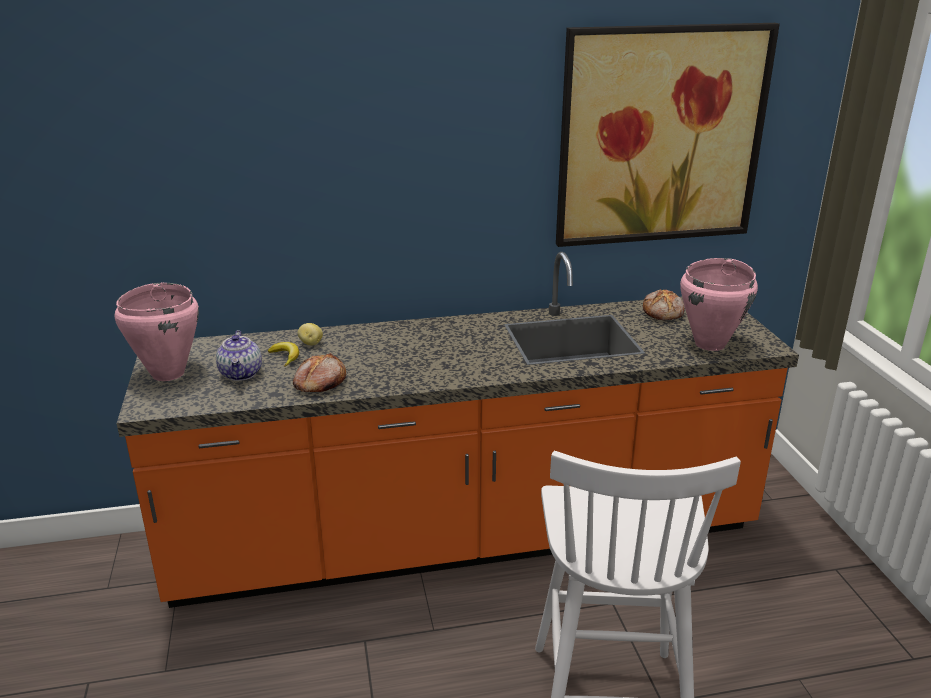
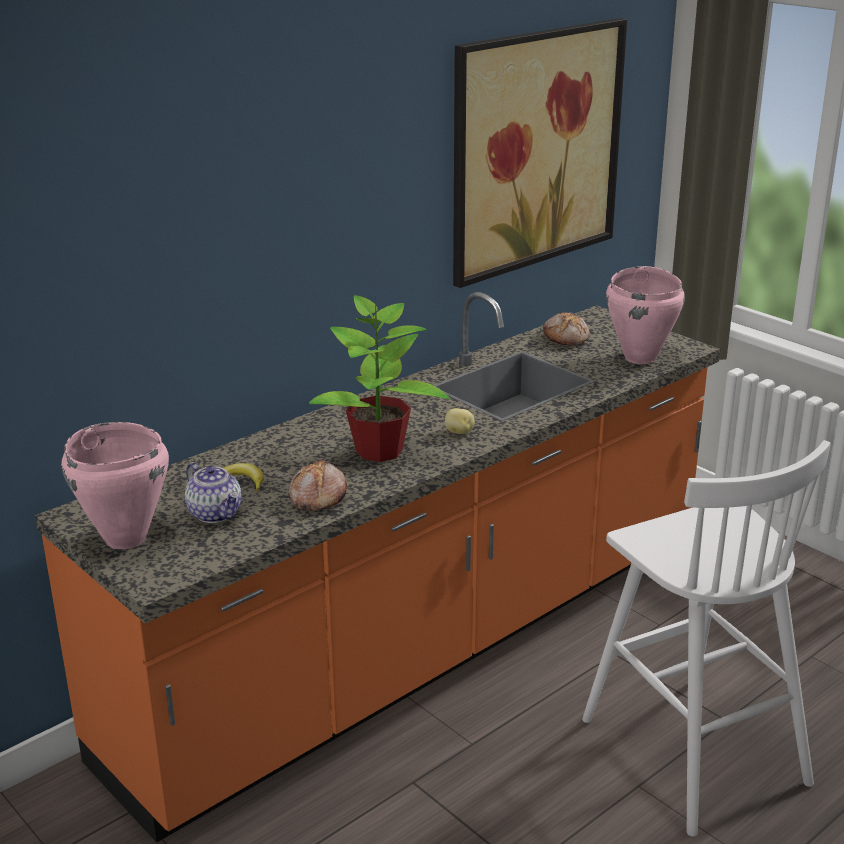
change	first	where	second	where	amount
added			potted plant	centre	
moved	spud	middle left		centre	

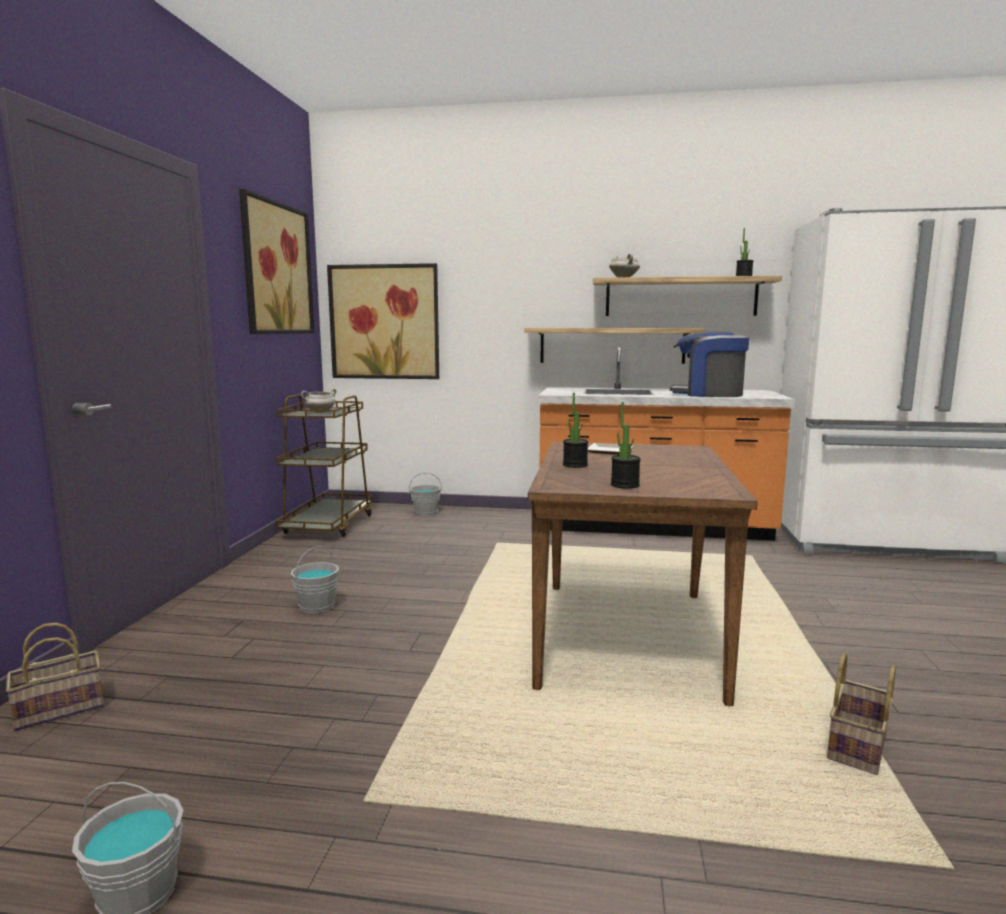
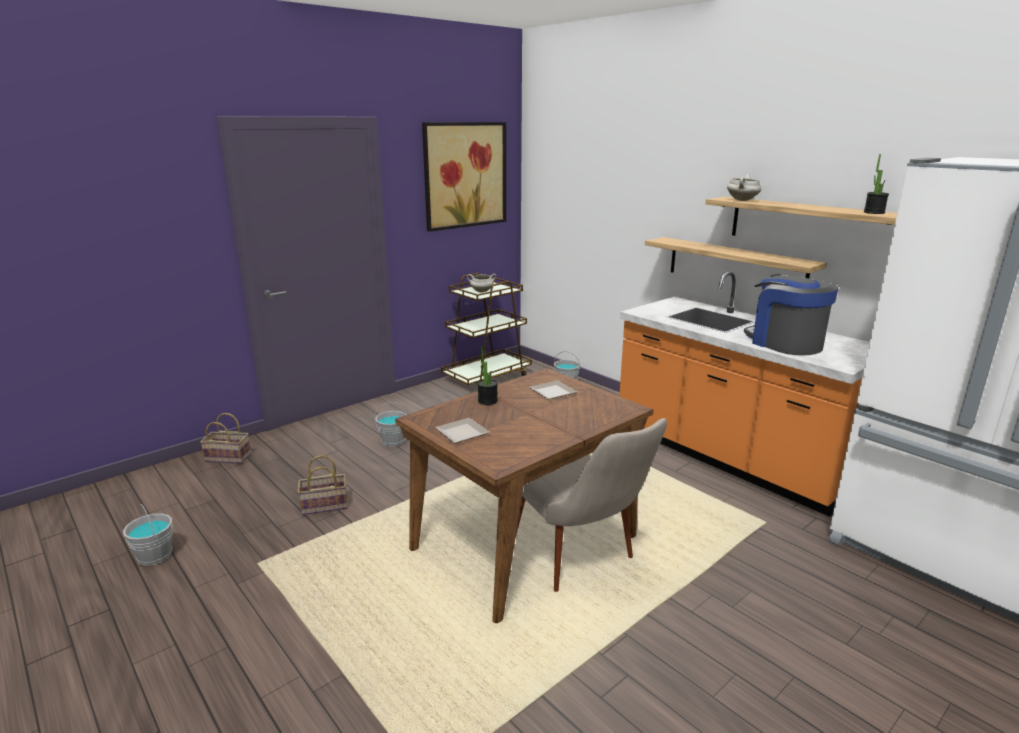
change	first	where	second	where	amount
moved	storage basket (2nd from left)	bottom right		middle left	
replaced	potted plant (2nd from left)	centre	flat dish (1st from left)	centre	
added			upright chair in beige	bottom centre	
removed	wall art (2nd from left)	centre			

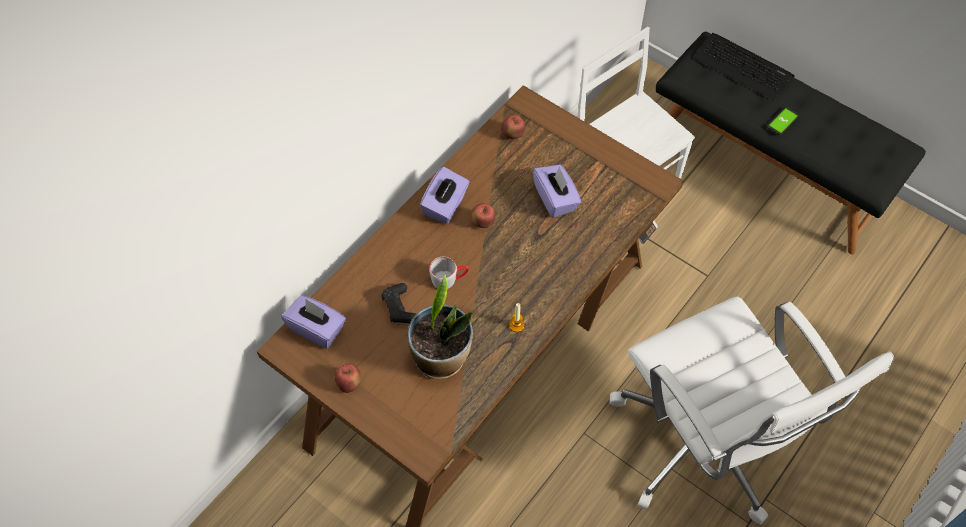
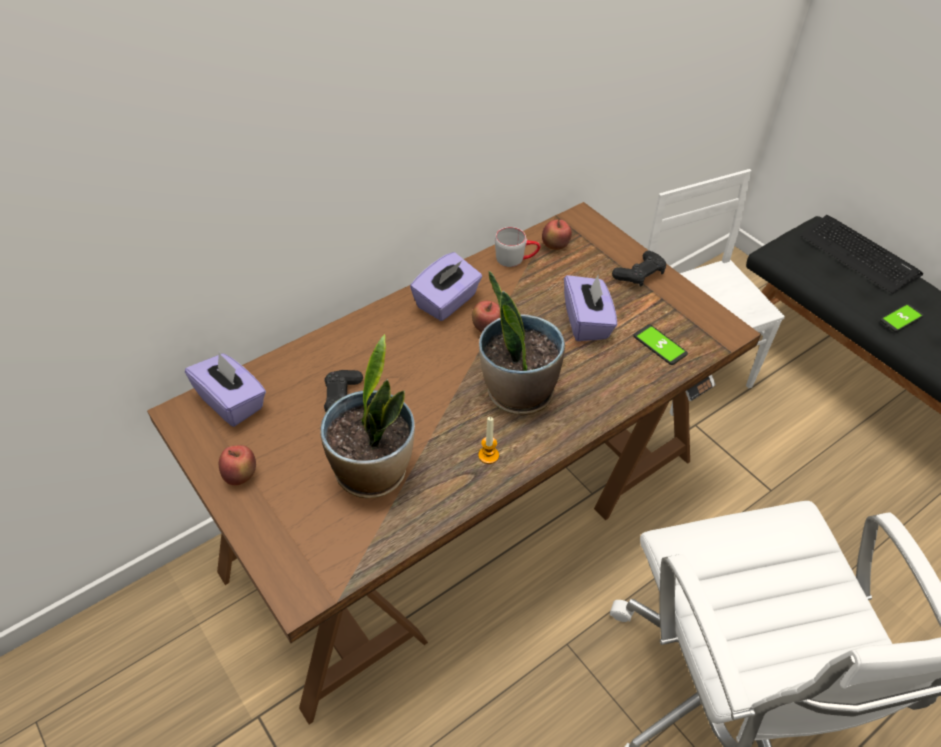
change	first	where	second	where	amount
added			potted plant (2nd from left)	centre	
moved	mug in grey	centre		top centre	
added			game controller in blackish (2nd from left)	middle right	
added			phone (1st from left)	middle right	

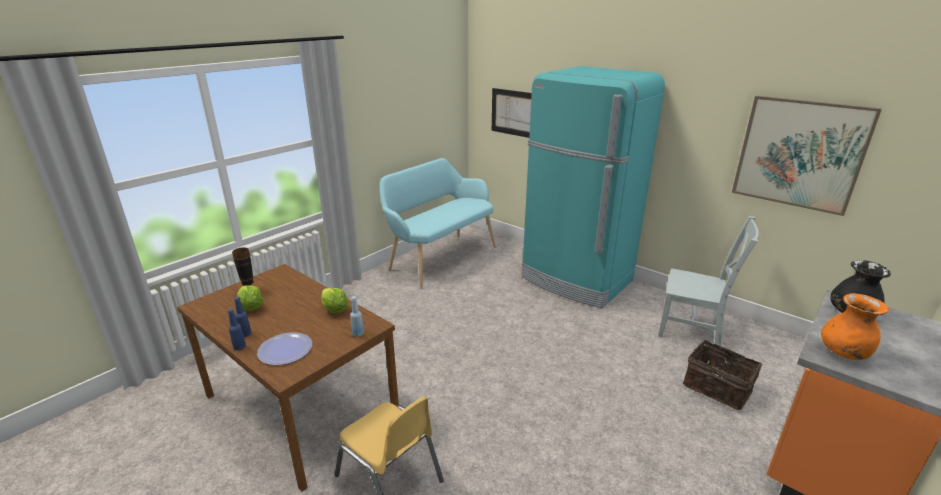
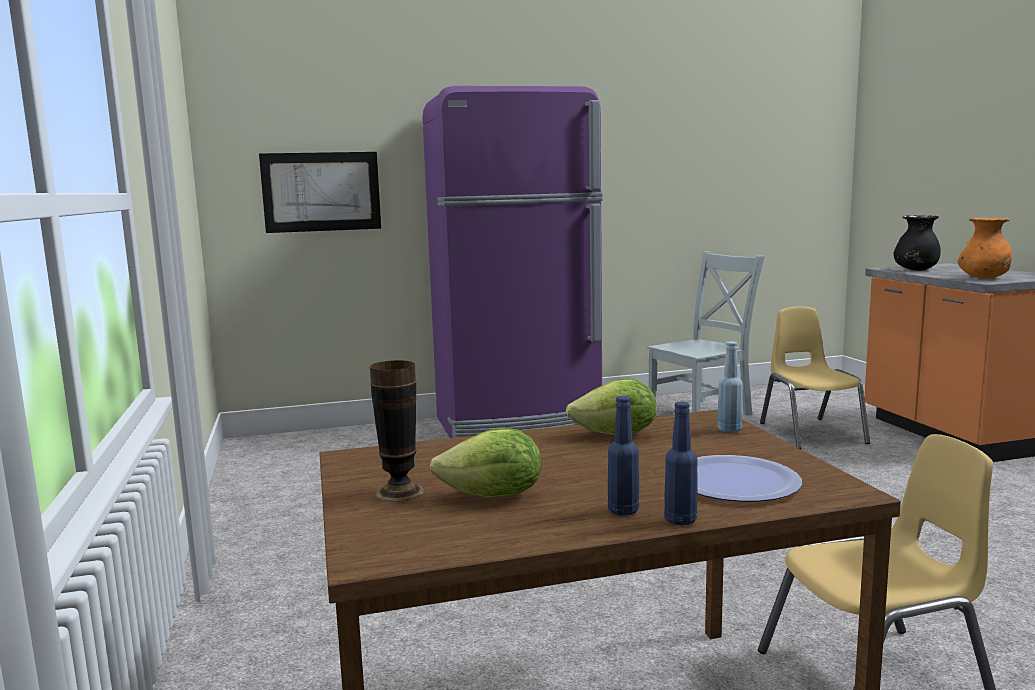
change	first	where	second	where	amount
recoloured	refrigerator in turquoise	centre	refrigerator in purple-coloured	centre	
replaced	storage basket	bottom right	upright chair in yellow (1st from left)	middle right	
removed	indoor bench in turquoise	centre			
removed	wall art (2nd from left)	top right			

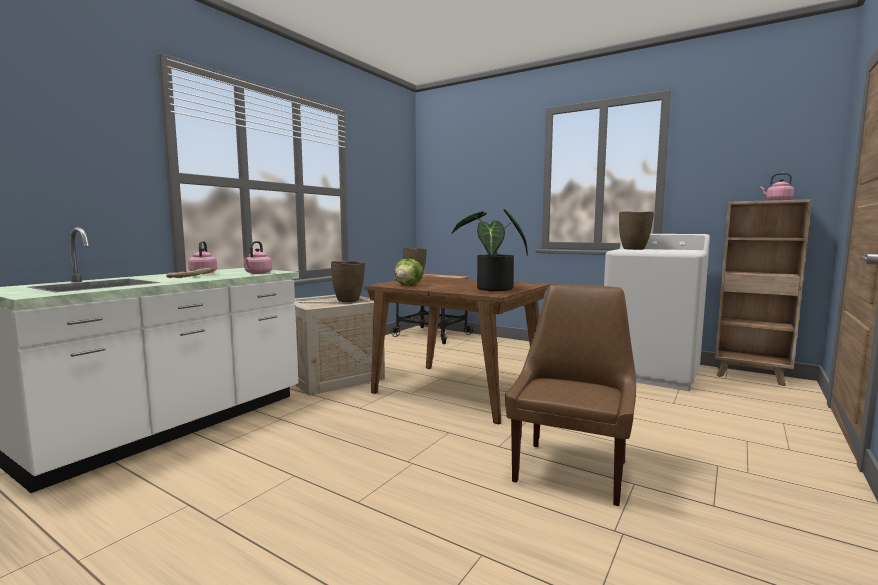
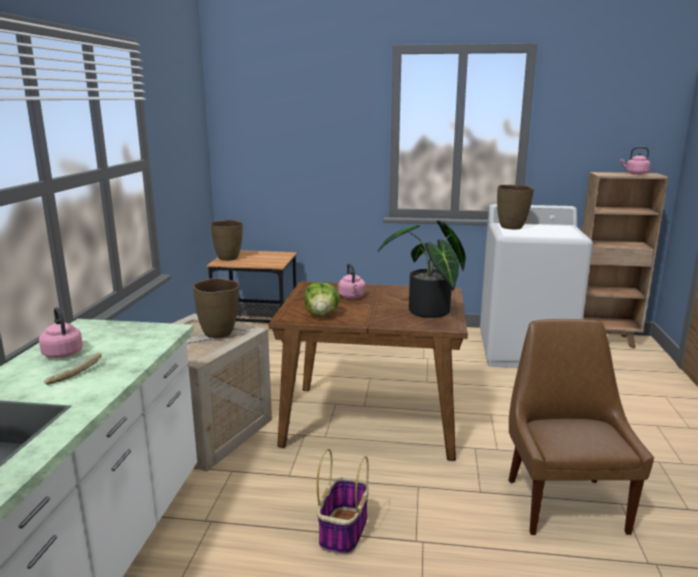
change	first	where	second	where	amount
added			storage basket	bottom centre	
moved	water kettle in pink (2nd from left)	middle left		centre	

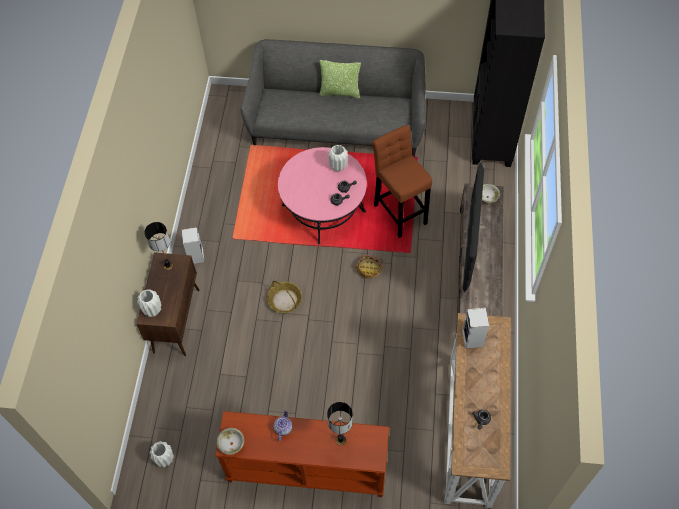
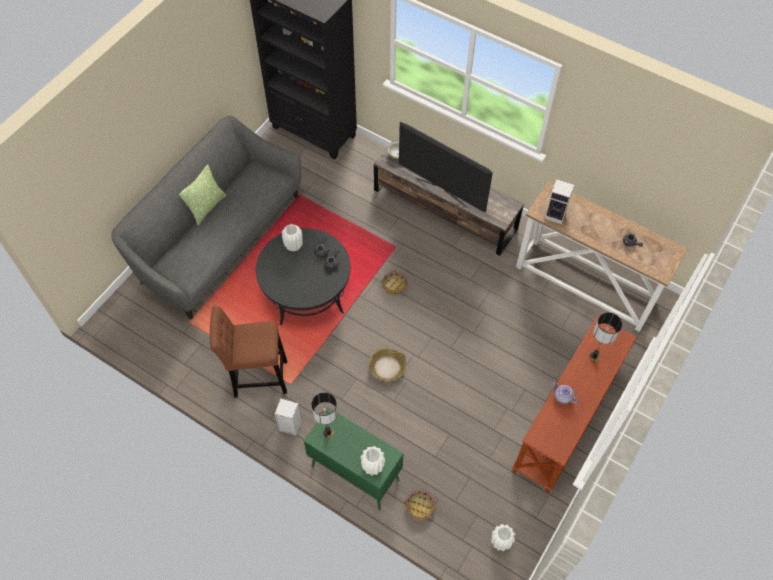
change	first	where	second	where	amount
moved	sitting stool in brown	centre		middle left	
recoloured	low table in pink	centre	low table in blackish	centre	
recoloured	cupboard in brown	middle left	cupboard in green-coloured	bottom centre	
added			storage basket (3rd from left)	bottom centre	
removed	deep dish (1st from left)	bottom centre			

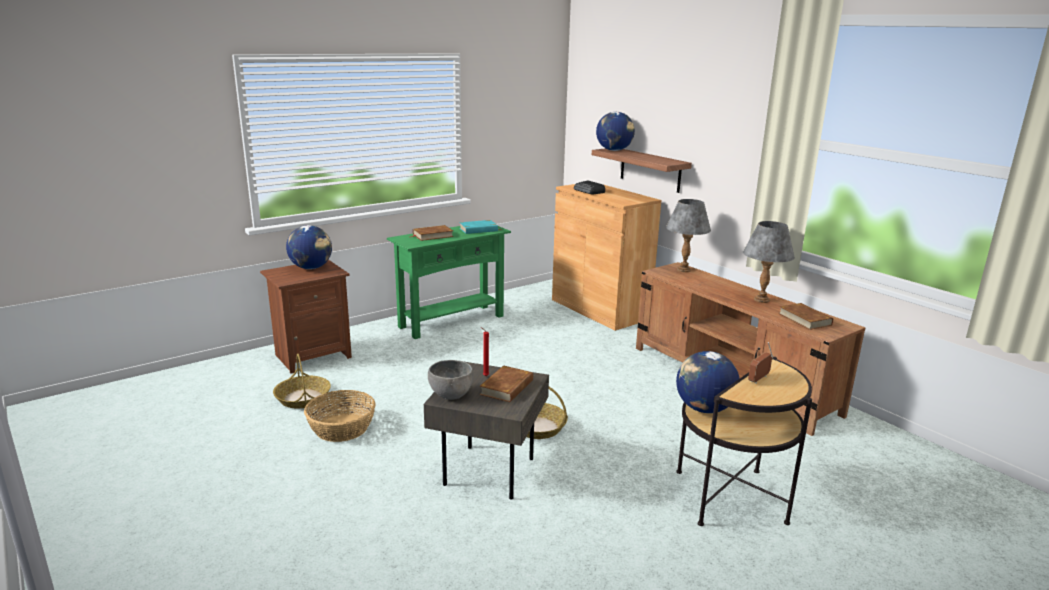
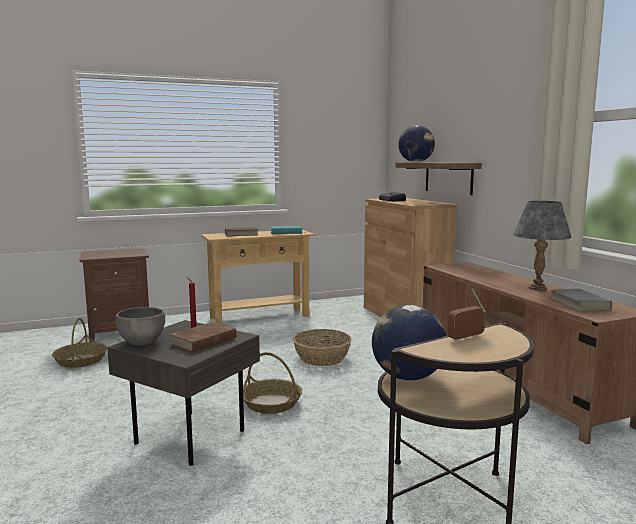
change	first	where	second	where	amount
recoloured	narrow table in green-coloured	centre	narrow table in beige	centre	
moved	storage basket (2nd from left in the first image)	bottom left	storage basket (3rd from left)	centre	
recoloured	book in brown (3rd from left)	middle right	book in grey	middle right	
removed	desk globe (1st from left)	middle left			
removed	table lamp in grey (1st from left)	centre			

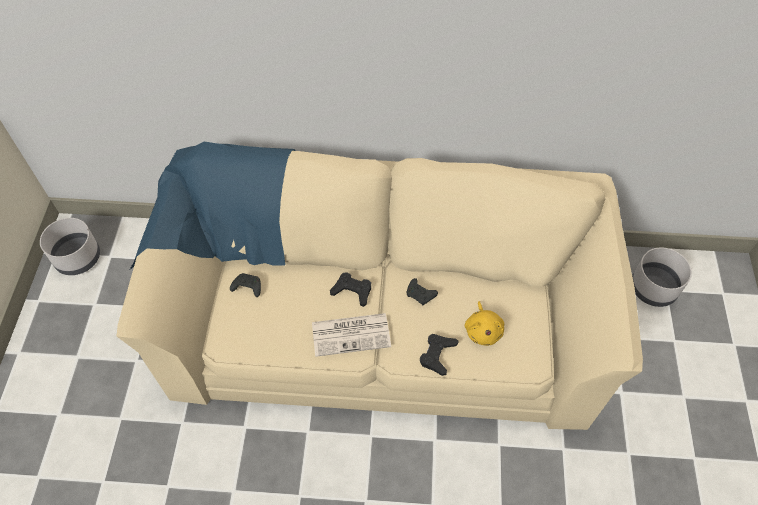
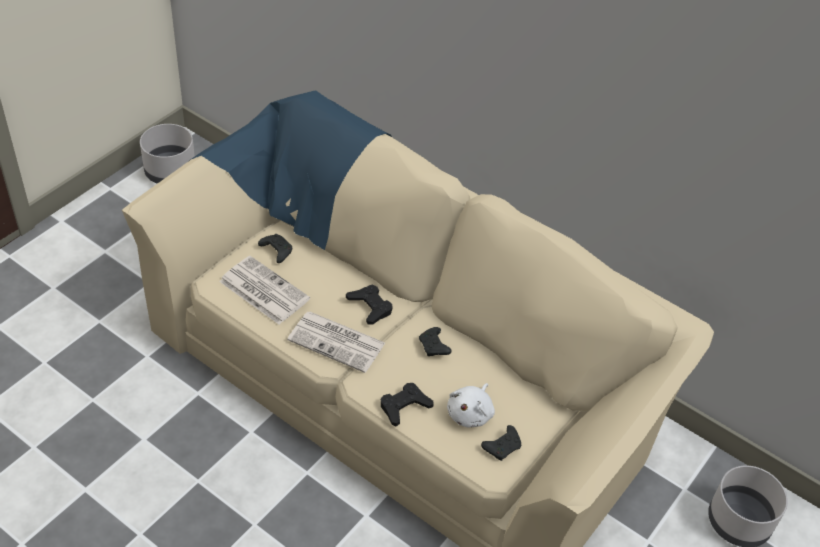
change	first	where	second	where	amount
added			newspaper (1st from left)	middle left	
recoloured	plush toy in yellow	centre	plush toy in white	bottom centre	
added			game controller in blackish (5th from left)	bottom centre	

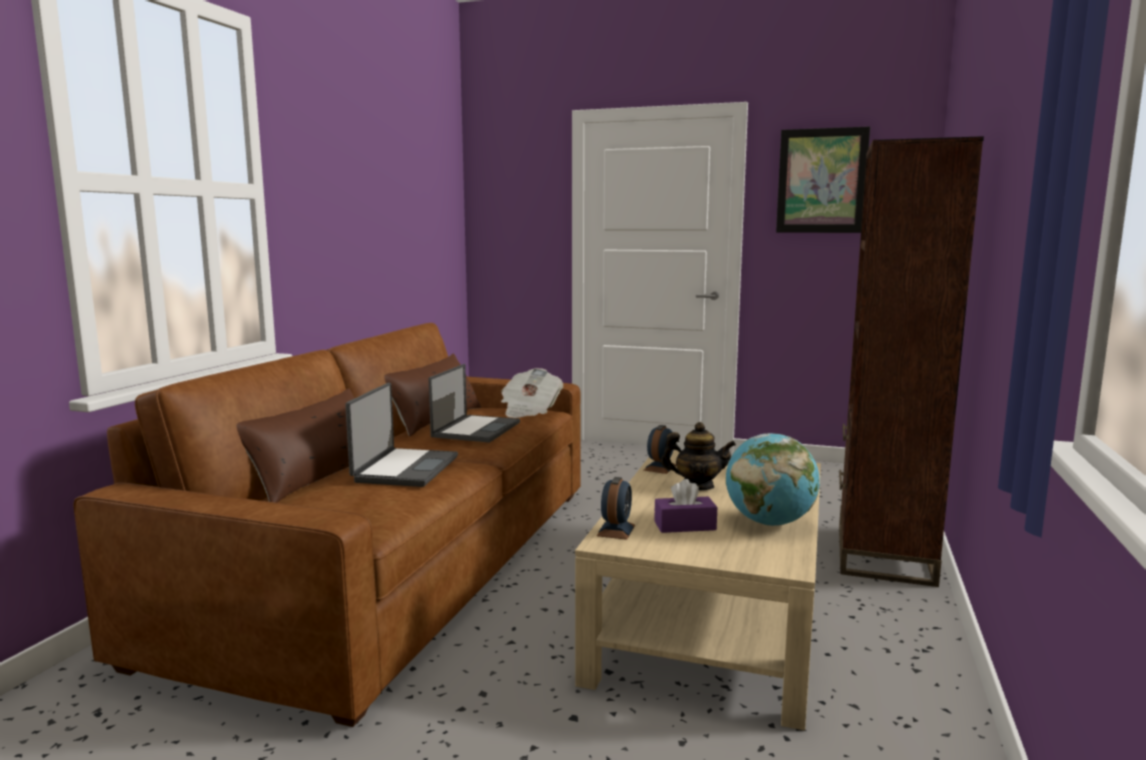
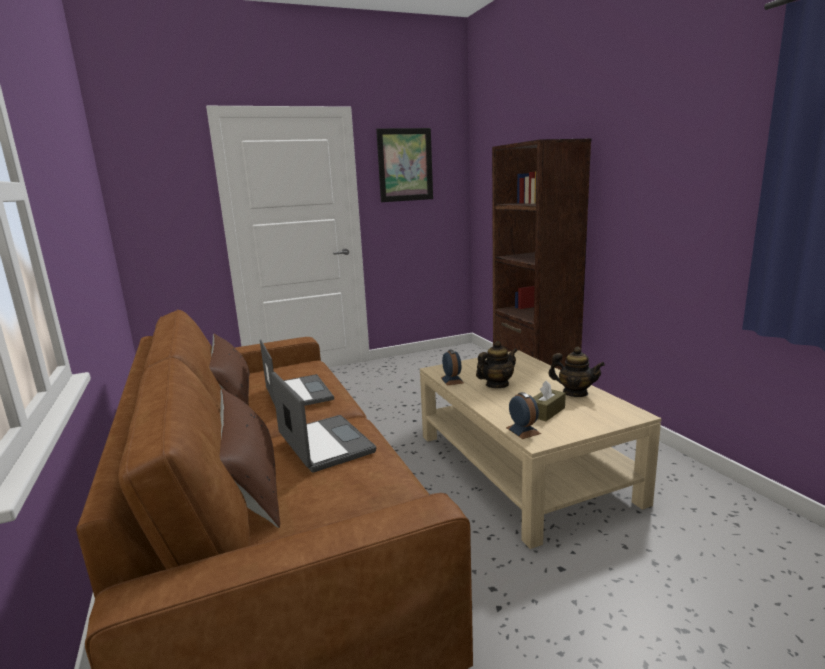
change	first	where	second	where	amount
recoloured	tissue holder in purple-coloured	centre	tissue holder in brown	centre	
replaced	desk globe	middle right	tea pot (2nd from left)	middle right	
removed	newspaper	centre			

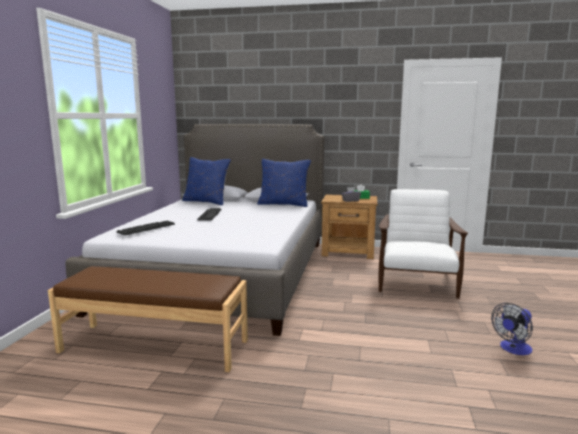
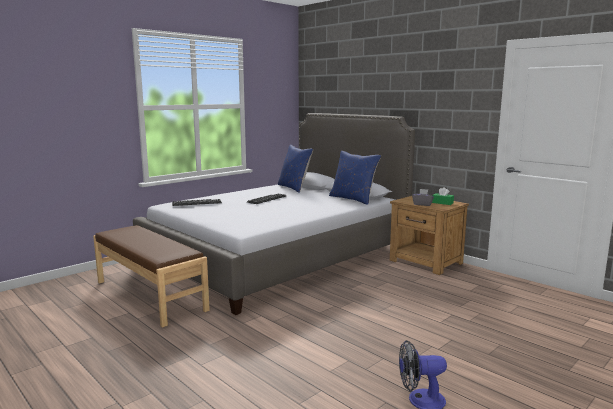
change	first	where	second	where	amount
removed	lounge chair in white	middle right			

